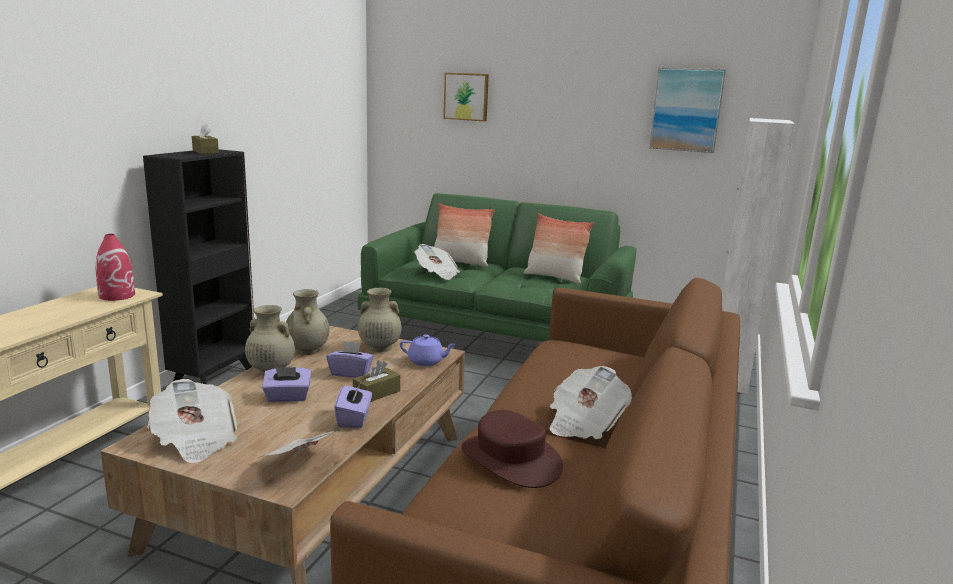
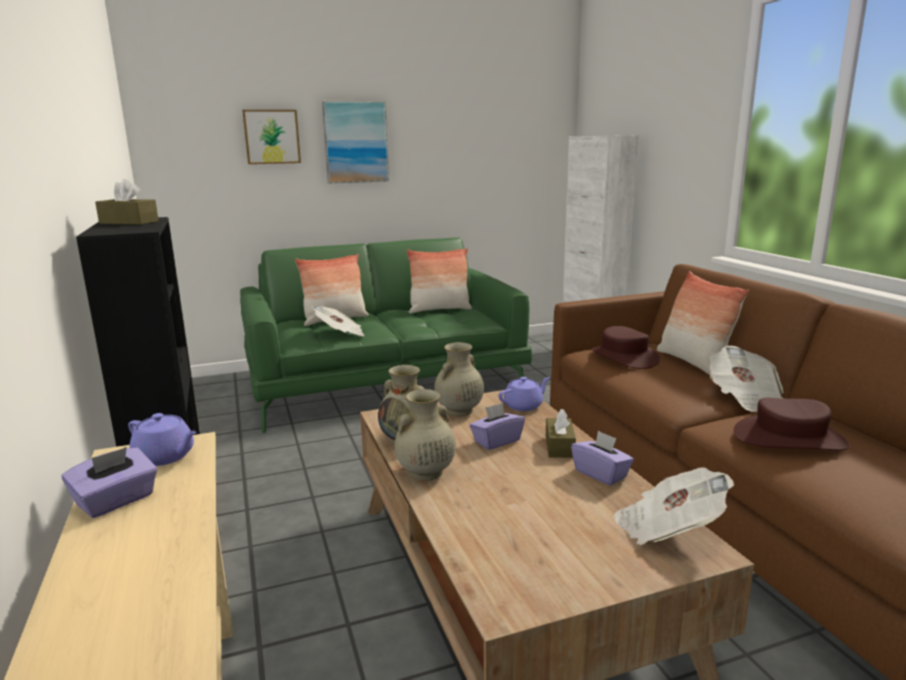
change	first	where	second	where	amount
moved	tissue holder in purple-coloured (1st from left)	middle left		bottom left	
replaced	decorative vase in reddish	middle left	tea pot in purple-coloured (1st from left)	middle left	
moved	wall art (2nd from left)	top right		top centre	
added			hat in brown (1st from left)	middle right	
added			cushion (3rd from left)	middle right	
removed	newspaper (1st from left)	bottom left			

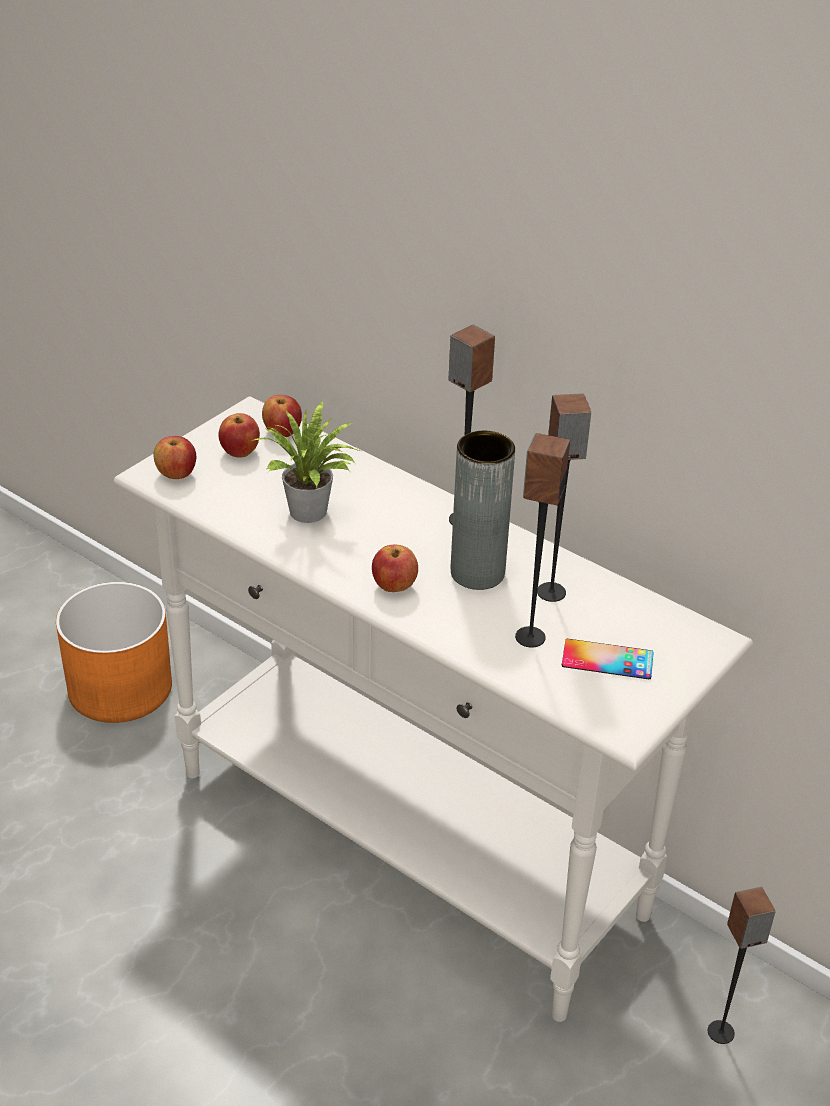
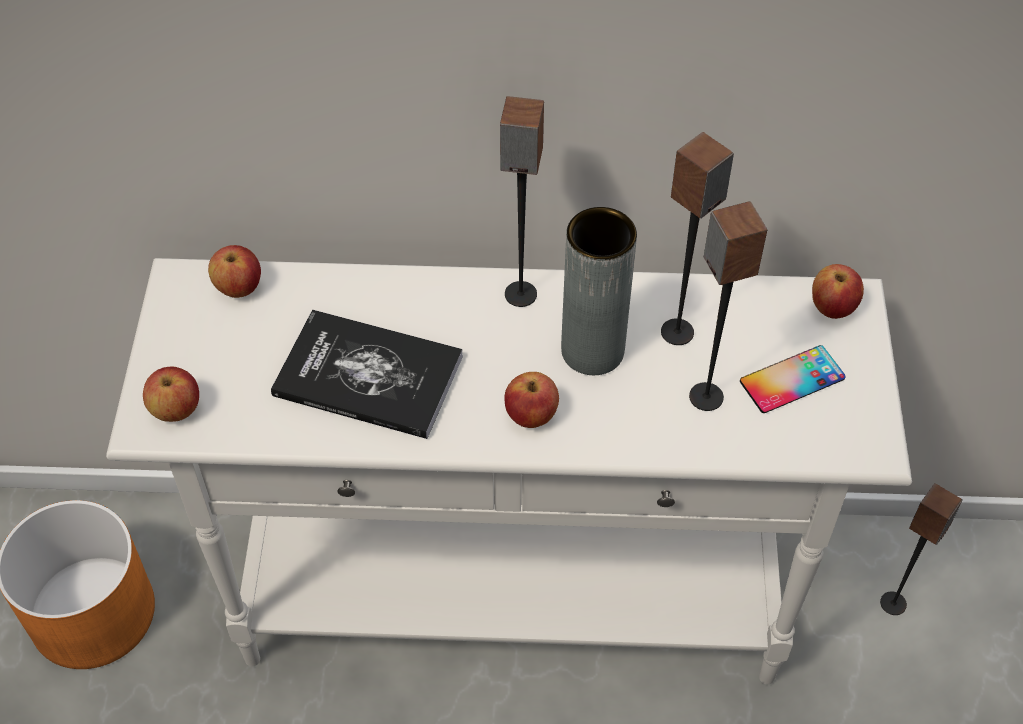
change	first	where	second	where	amount
replaced	potted plant	centre	book	centre	
moved	apple (2nd from left in the first image)	middle left	apple (4th from left)	middle right	

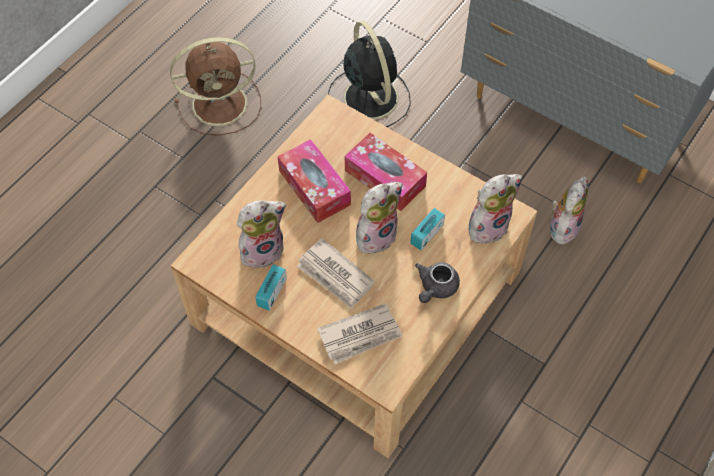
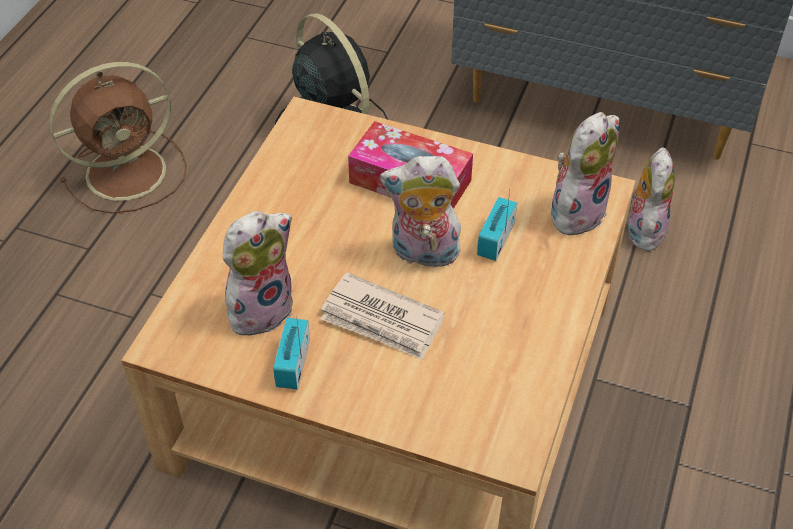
change	first	where	second	where	amount
turned	plush toy (2nd from left)	centre		centre	120 degrees counterclockwise
removed	tissue holder (1st from left)	centre			
removed	newspaper (2nd from left)	bottom centre			
removed	tea pot in grey	centre			

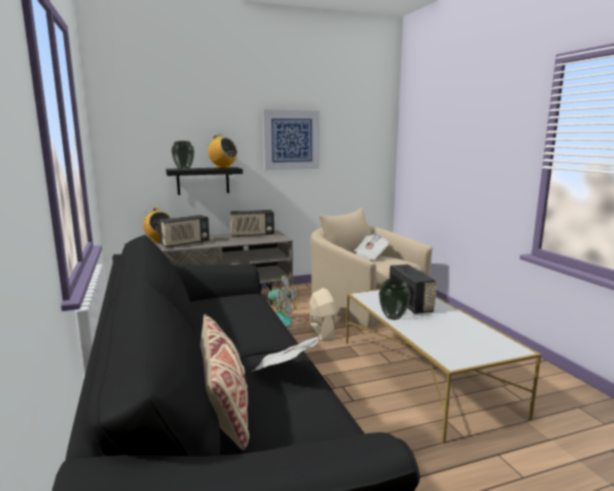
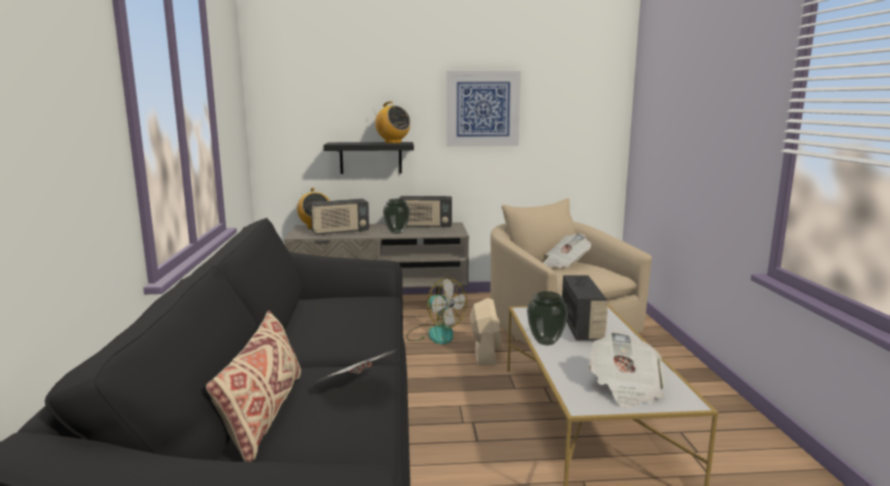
change	first	where	second	where	amount
moved	decorative vase (1st from left)	top left		centre	
added			newspaper (3rd from left)	bottom right	

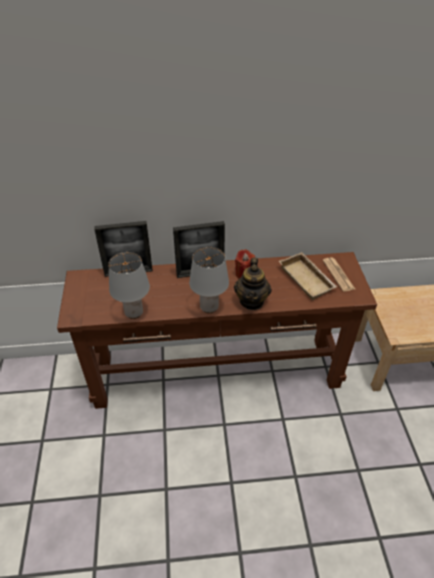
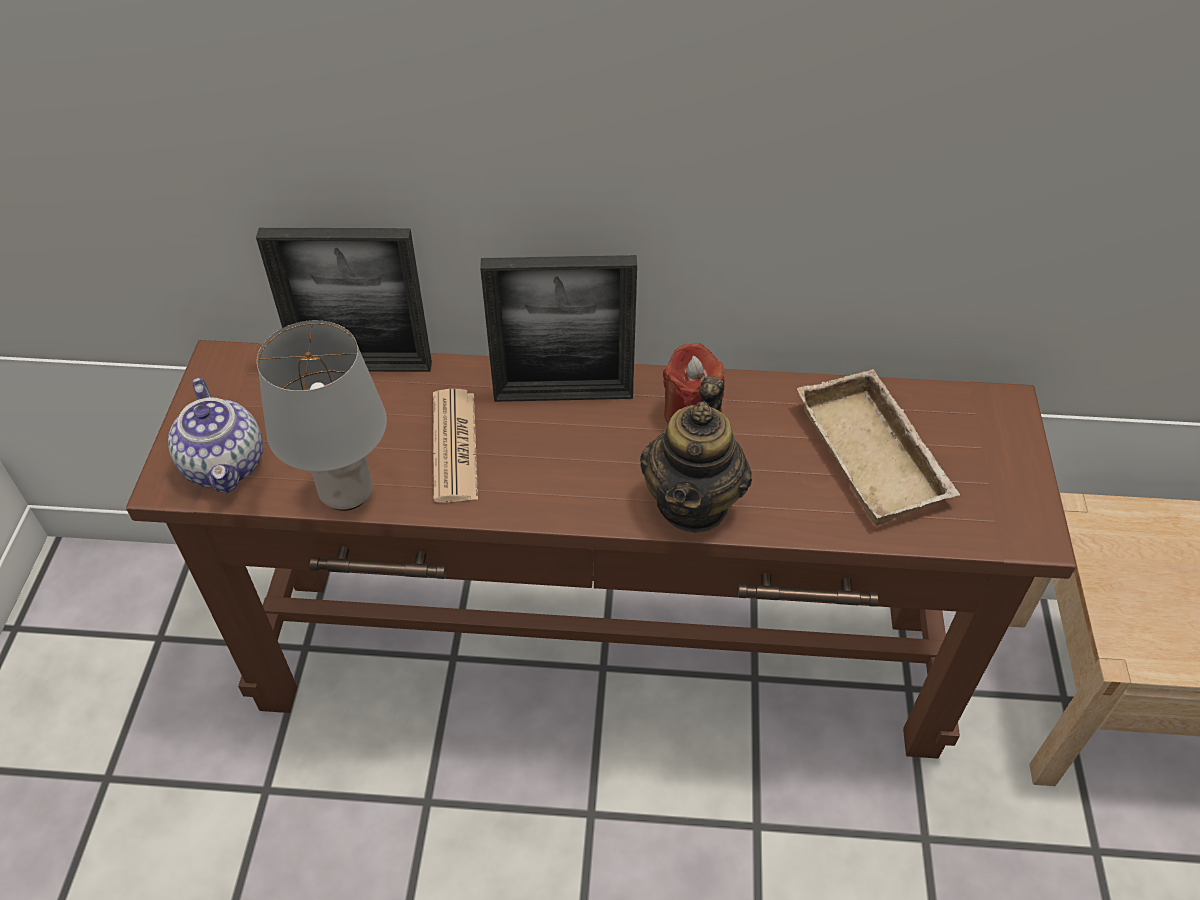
change	first	where	second	where	amount
added			tea pot (1st from left)	middle left	
moved	newspaper	middle right		centre	
removed	table lamp in grey (2nd from left)	centre			

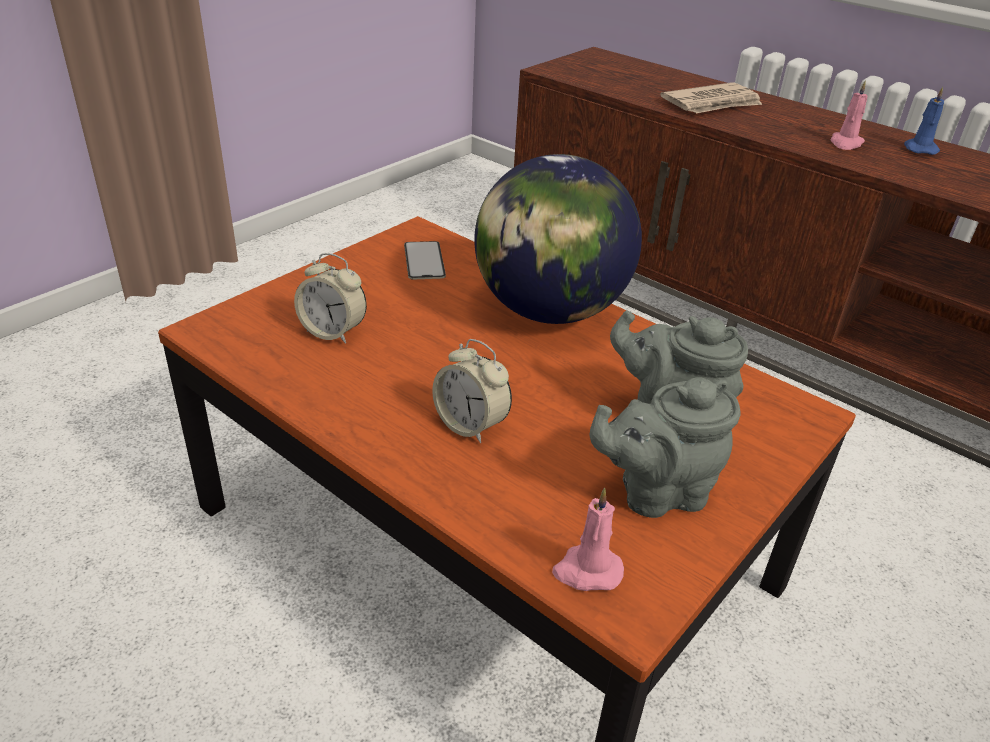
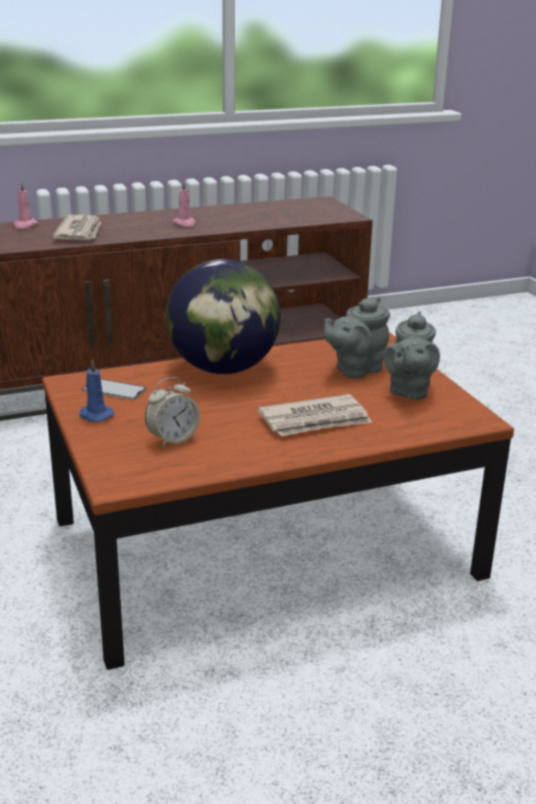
change	first	where	second	where	amount
moved	wax candle in pink (1st from left)	bottom centre		top left	
moved	wax candle in bluish	top right		middle left	
replaced	table clock (2nd from left)	centre	newspaper (2nd from left)	centre	

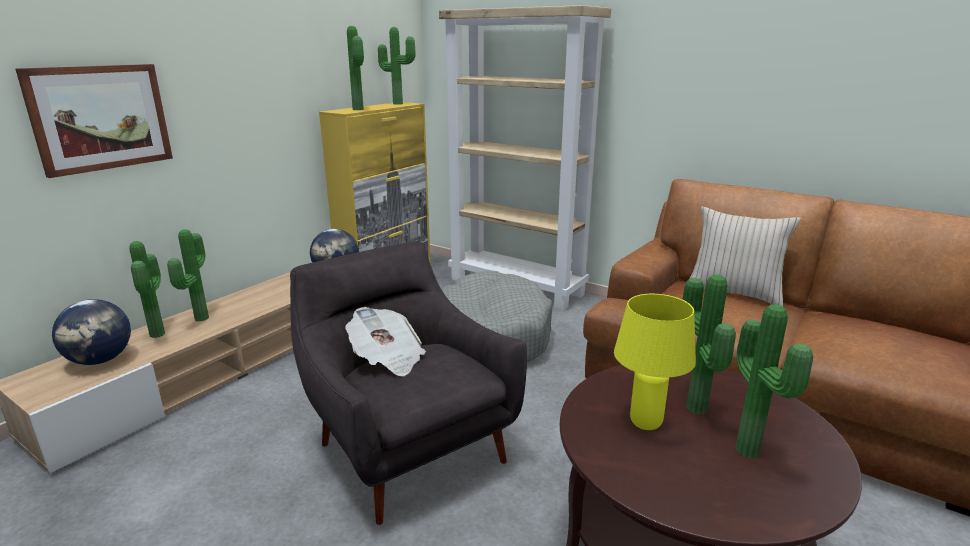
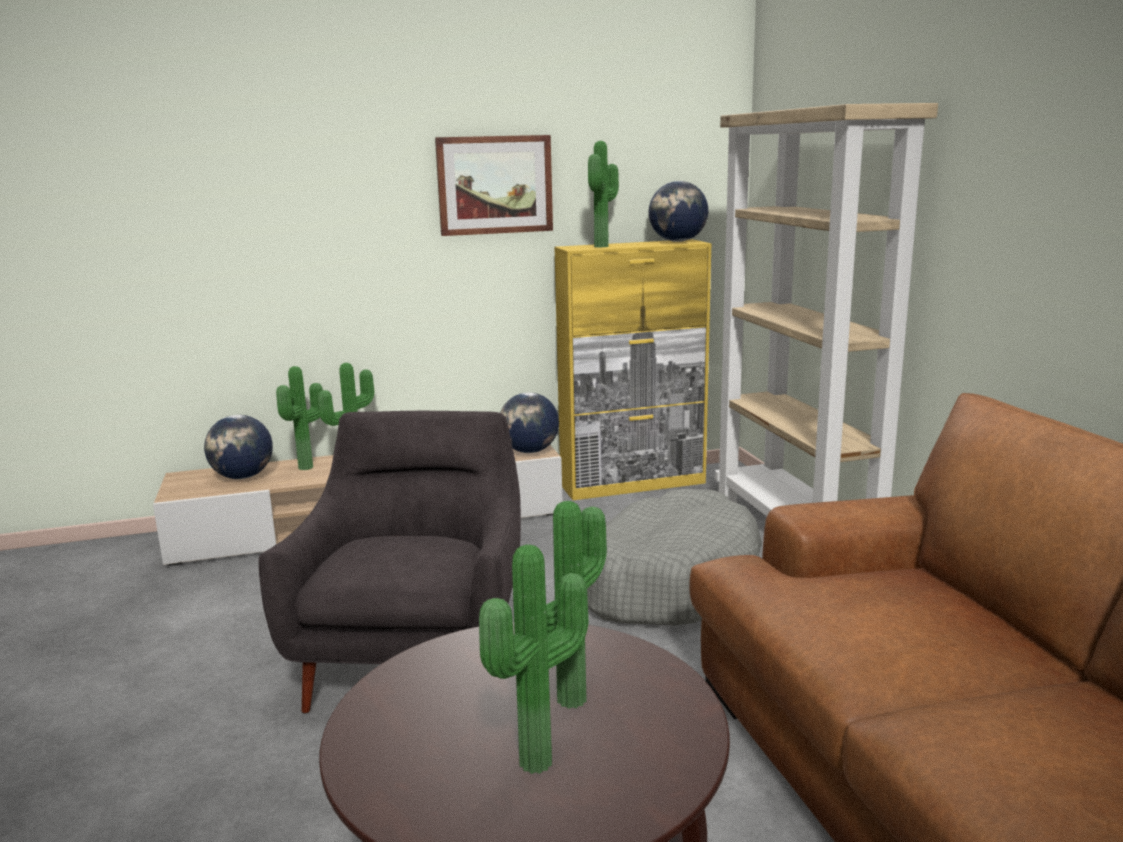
change	first	where	second	where	amount
moved	wall art	top left		top centre	
replaced	potted plant (4th from left)	top centre	desk globe (3rd from left)	top centre	
removed	newspaper	centre			
removed	table lamp in yellow	middle right			
removed	cushion in beige	middle right			

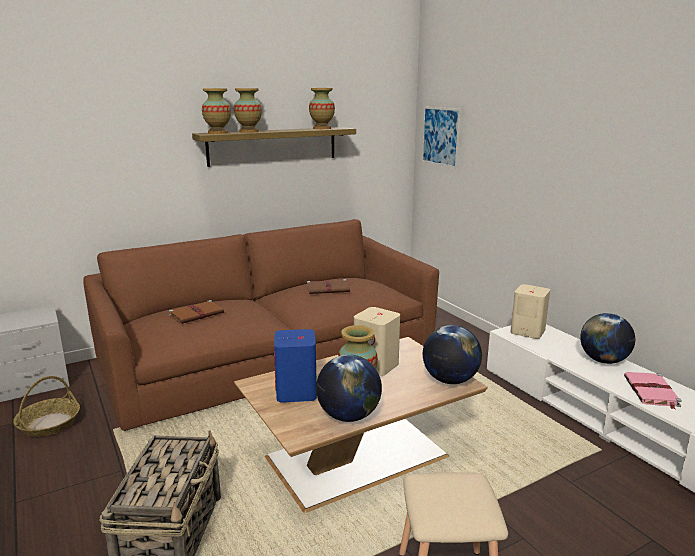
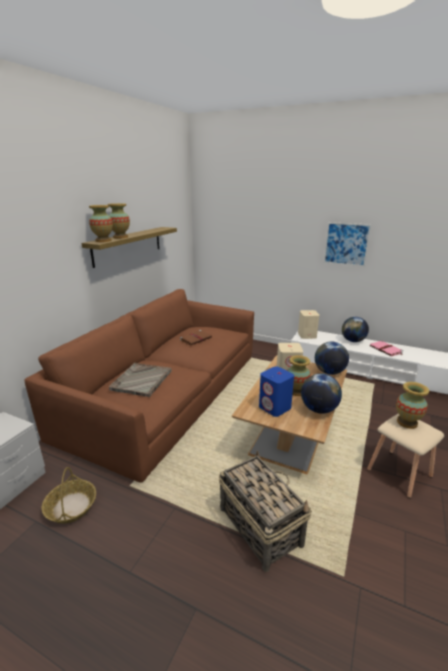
change	first	where	second	where	amount
replaced	book in brown (1st from left)	middle left	tray in grey	middle left	
moved	wall art	top centre		middle right	
moved	decorative vase (3rd from left in the first image)	top centre	decorative vase (4th from left)	middle right	

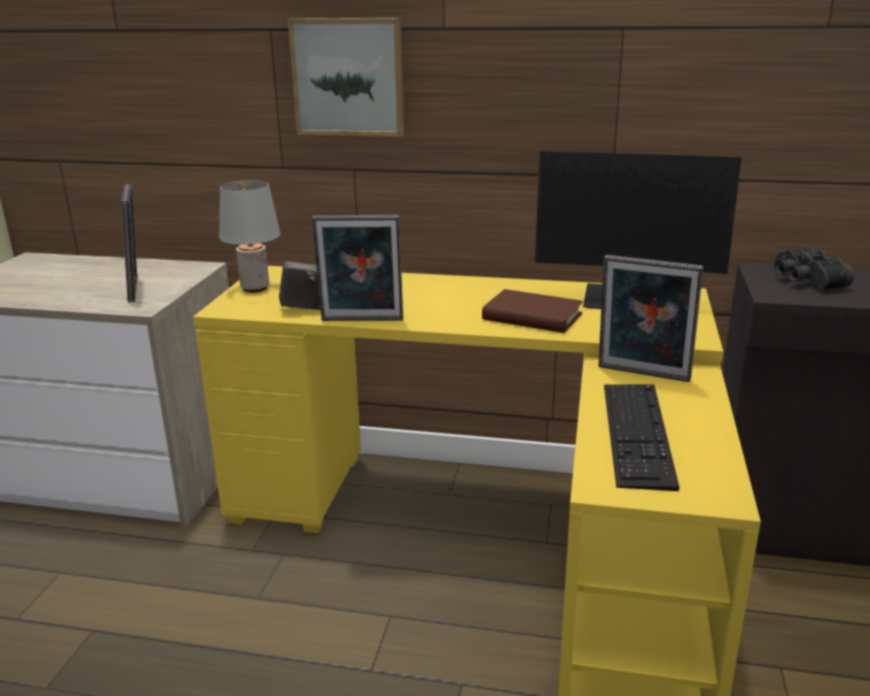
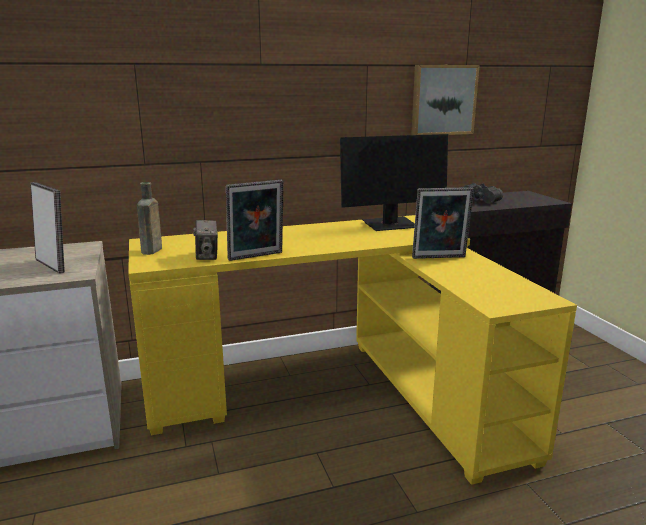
change	first	where	second	where	amount
replaced	table lamp in grey	middle left	bottle in brown	middle left	
turned	still camera	centre		middle left	120 degrees clockwise
moved	wall art	top centre		top right	
removed	book in brown	centre			
removed	computer keyboard	middle right			

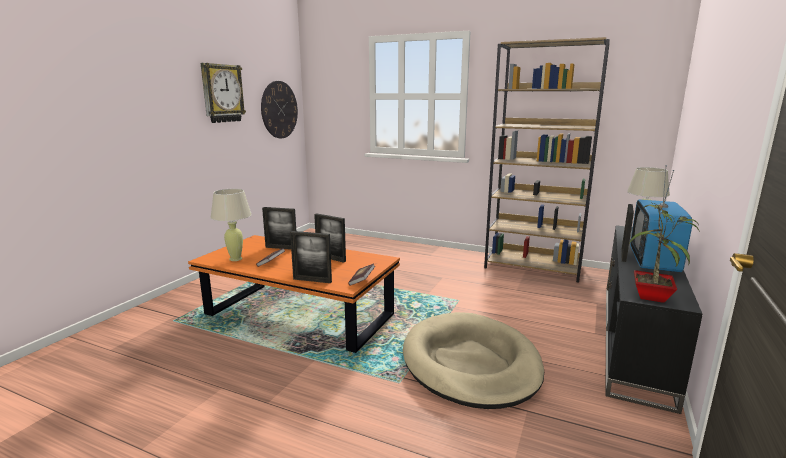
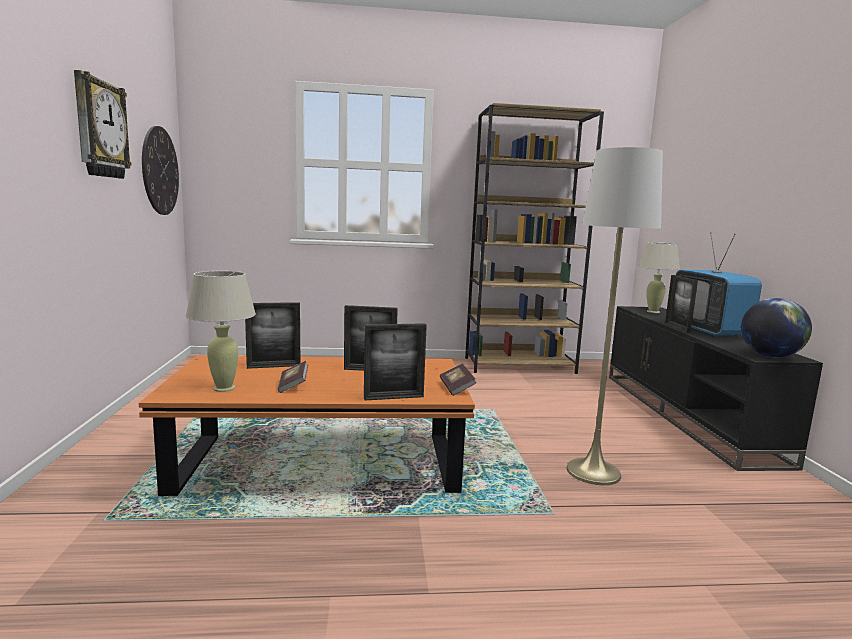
change	first	where	second	where	amount
replaced	dog cushion in beige	bottom centre	standing lamp in white	middle right	
replaced	potted plant	middle right	desk globe	middle right	

